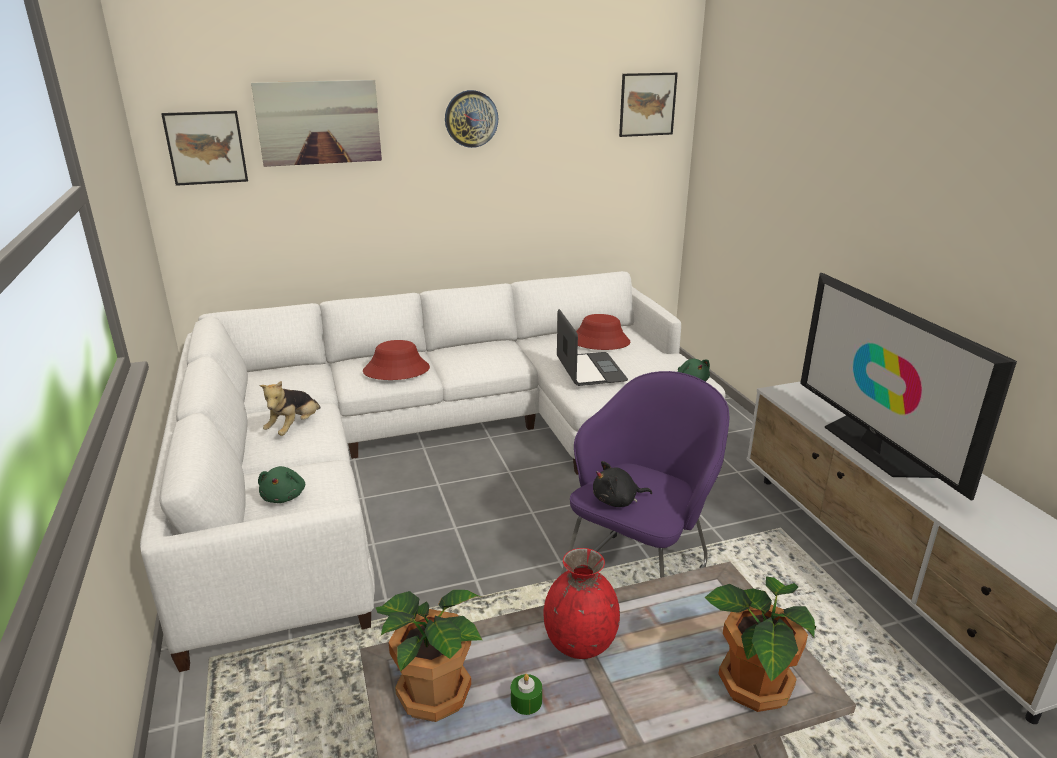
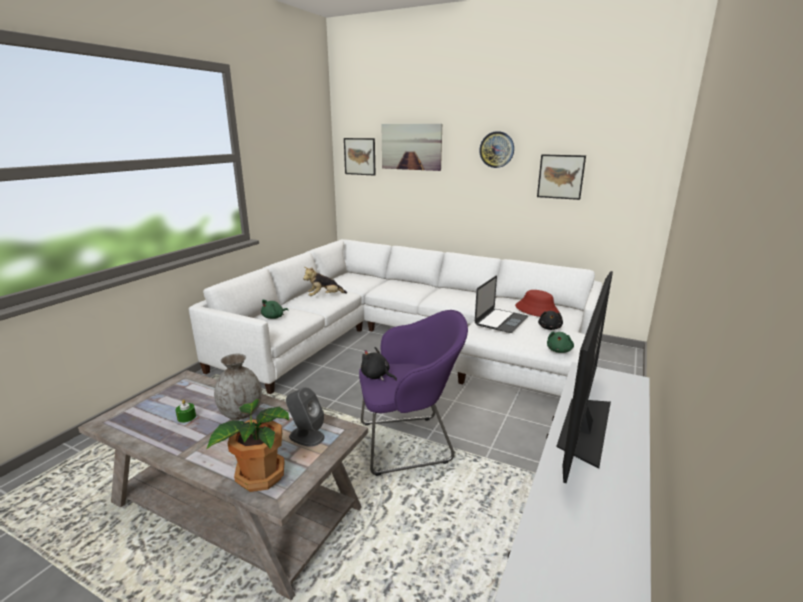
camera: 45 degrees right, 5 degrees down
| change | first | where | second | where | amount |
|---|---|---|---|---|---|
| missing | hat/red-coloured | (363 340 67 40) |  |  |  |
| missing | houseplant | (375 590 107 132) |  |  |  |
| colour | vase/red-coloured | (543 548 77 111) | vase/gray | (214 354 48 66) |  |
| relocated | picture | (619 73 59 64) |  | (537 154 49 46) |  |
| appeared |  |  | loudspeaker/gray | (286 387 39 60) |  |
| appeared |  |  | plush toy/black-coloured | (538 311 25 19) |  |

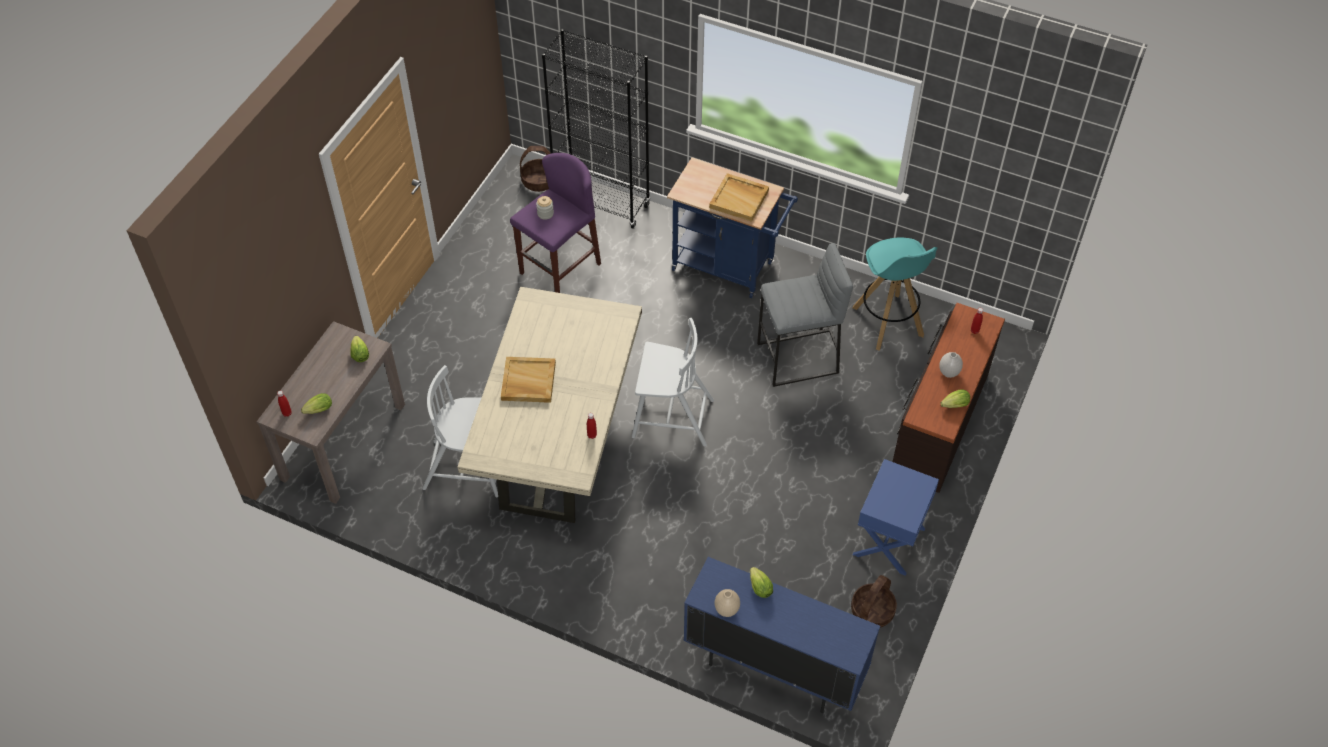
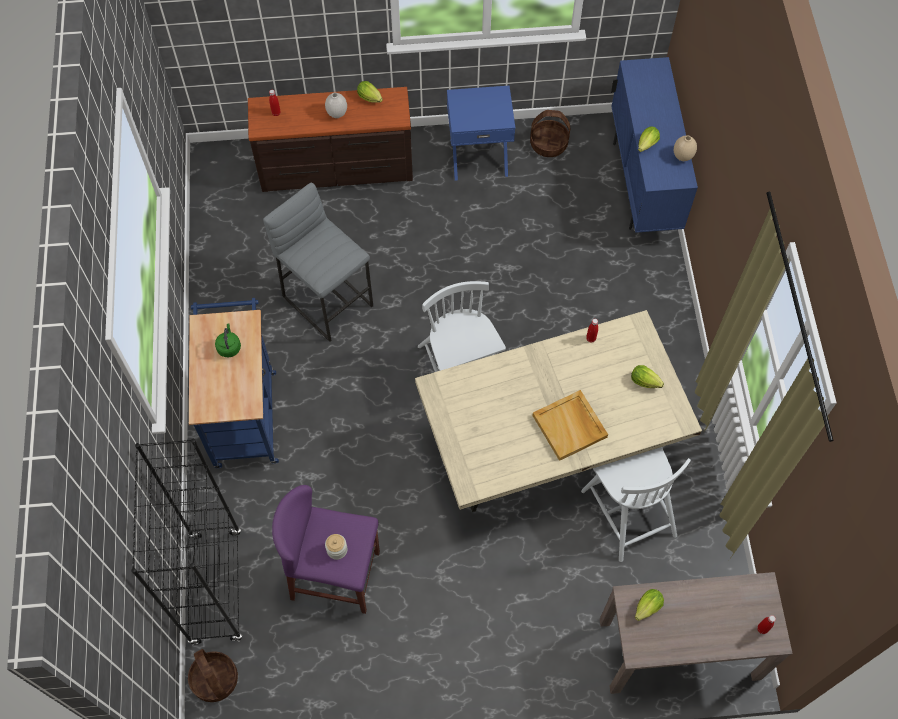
camera: 120 degrees left, 10 degrees up
| change | first | where | second | where | amount |
|---|---|---|---|---|---|
| relocated | head of lettuce | (301 393 31 21) |  | (631 365 33 23) |  |
| exchanged | tray/beige-coloured | (709 173 60 49) | tea kettle/green-coloured | (215 323 26 34) |  |
| missing | sitting stool/turquoise-coloured | (853 238 84 113) |  |  |  |

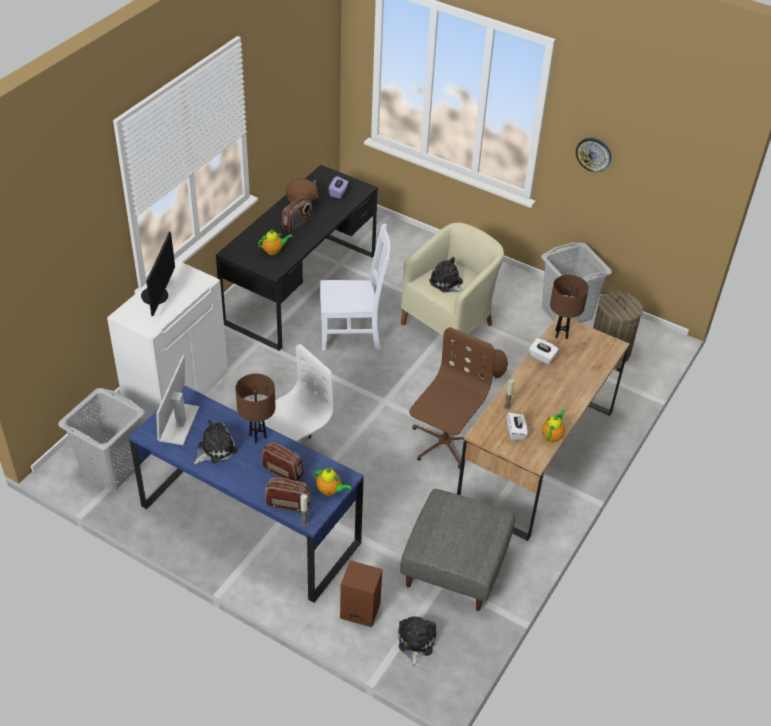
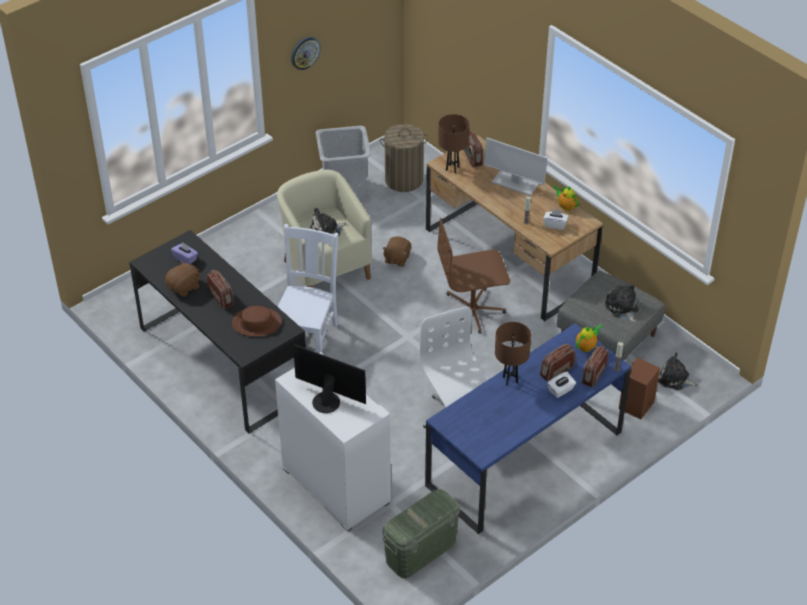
camera: 70 degrees left, 0 degrees up
| change | first | where | second | where | amount |
|---|---|---|---|---|---|
| exchanged | laundry basket/gray | (58 388 87 102) | storage bin/green-coloured | (382 489 78 90) |  |
| relocated | computer display | (156 355 43 90) |  | (484 138 64 58) |  |
| relocated | plush toy | (194 420 44 44) |  | (605 283 34 40) |  |
| exchanged | pot for tea | (258 229 34 26) | hat/brownish | (232 306 50 31) |  |
| spun | desk chair/brownish | (409 327 86 142) |  | (437 218 73 116) | 60 degrees counterclockwise |
| relocated | box of tissues/white | (529 338 30 26) |  | (547 371 29 27) |  |
| appeared |  |  | radio | (464 131 19 36) |  |

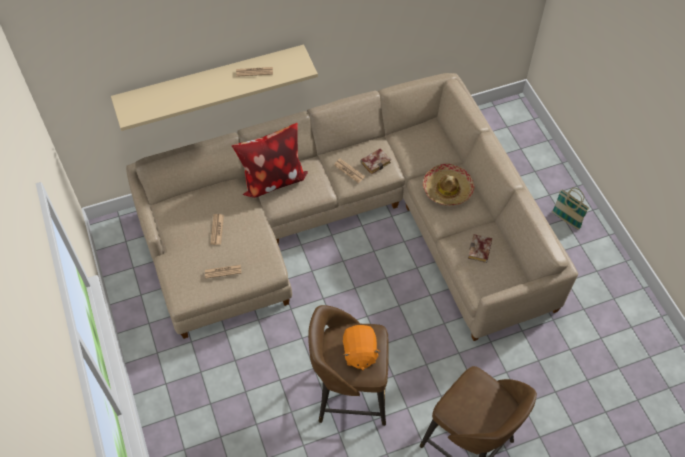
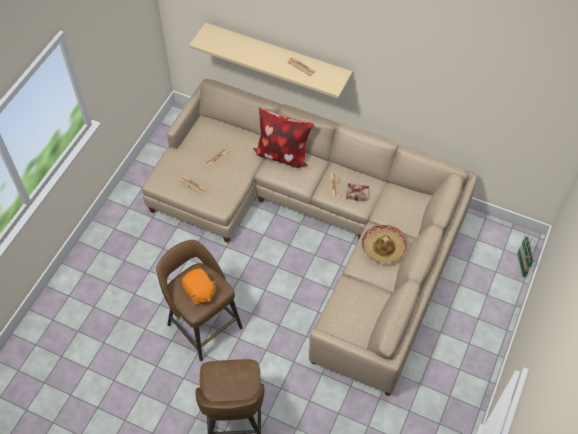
camera: 45 degrees right, 0 degrees up
| change | first | where | second | where | amount |
|---|---|---|---|---|---|
| spun | plush toy/orangey | (343 325 37 45) |  | (182 268 34 37) | 75 degrees counterclockwise |
| missing | volume | (468 234 24 29) |  |  |  |
| relocated | household basket | (552 187 37 43) |  | (517 236 18 41) |  |

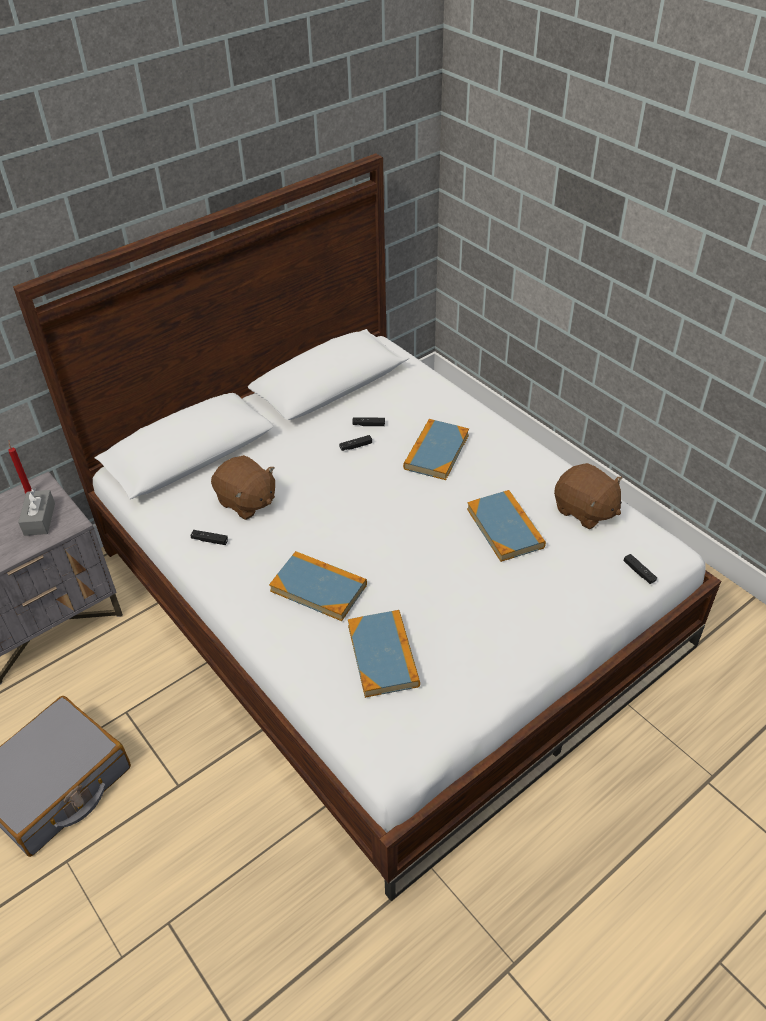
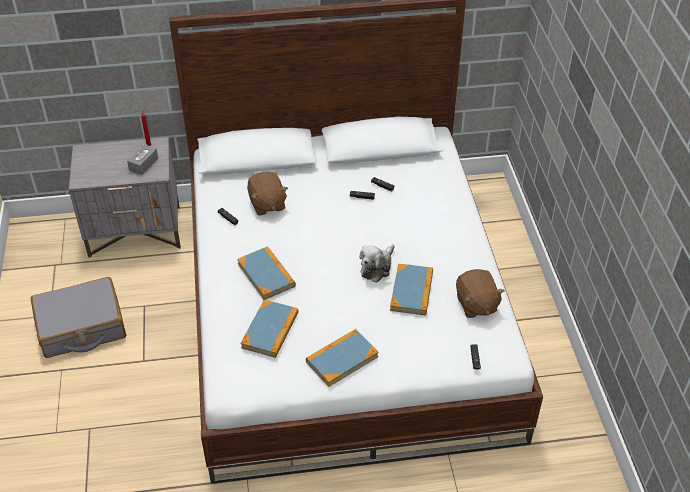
camera: 30 degrees right, 0 degrees up
| change | first | where | second | where | amount |
|---|---|---|---|---|---|
| relocated | volume | (403 419 66 61) |  | (306 329 73 58) |  |
| appeared |  |  | plush toy | (359 244 36 39) |  |

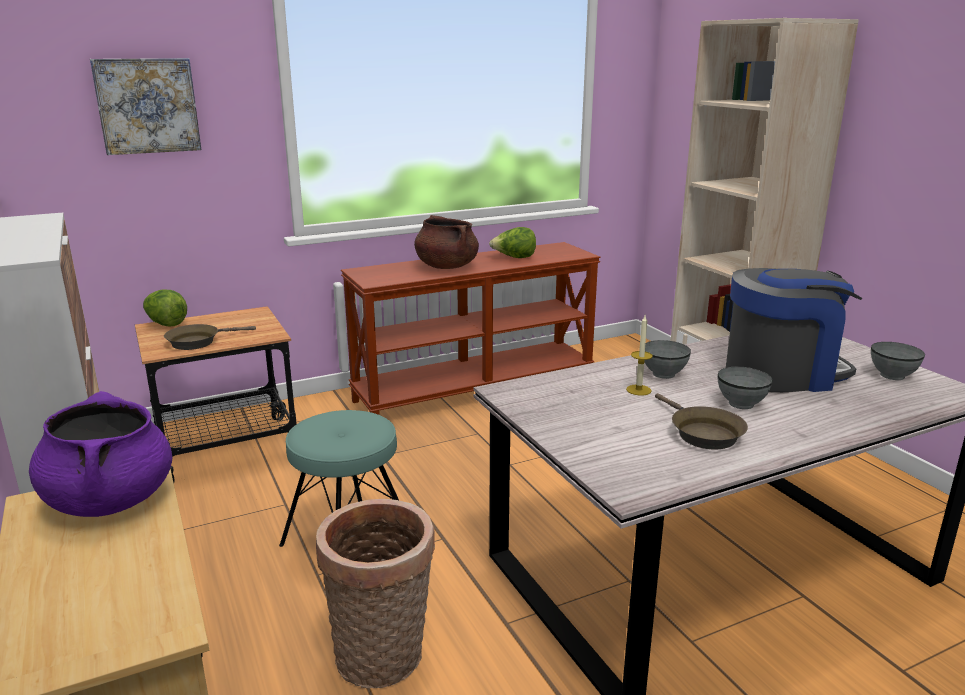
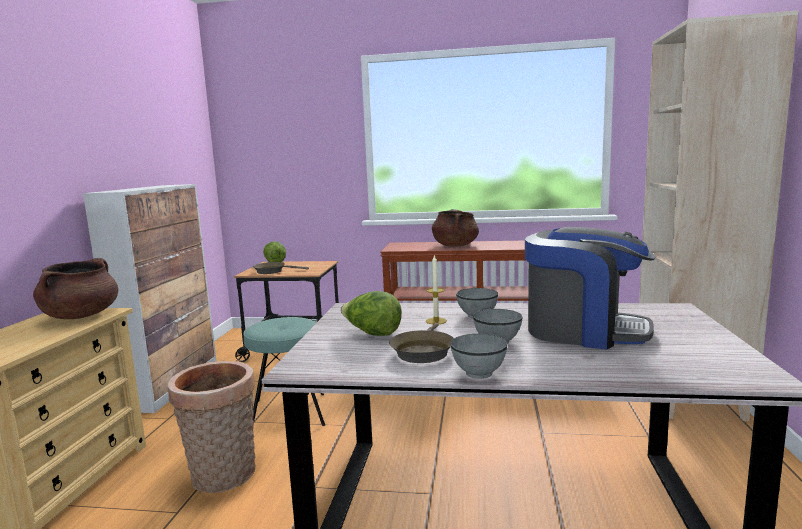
camera: 35 degrees right, 10 degrees down
| change | first | where | second | where | amount |
|---|---|---|---|---|---|
| colour | cooking pot/purple-coloured | (29 391 143 126) | cooking pot/brownish | (33 258 85 61) |  |
| missing | picture | (90 58 111 97) |  |  |  |
| relocated | head of lettuce | (489 227 47 31) |  | (340 291 62 45) |  |
| relocated | deep dish/gray | (871 342 54 38) |  | (450 334 57 45) |  |

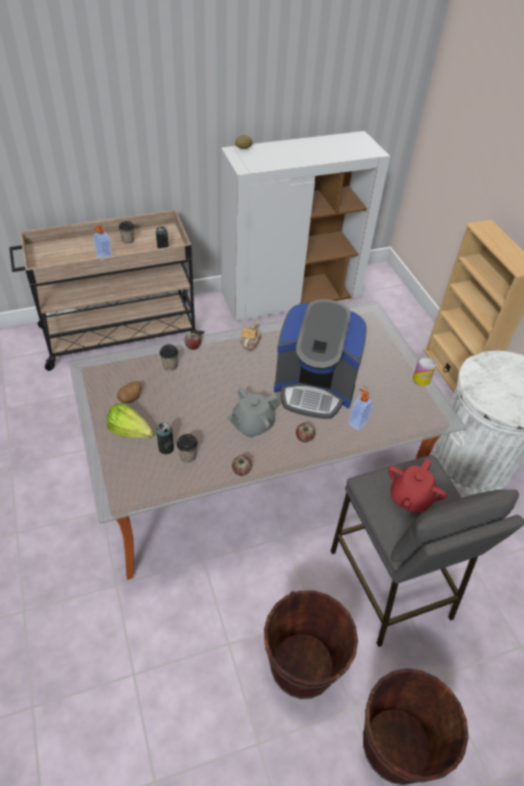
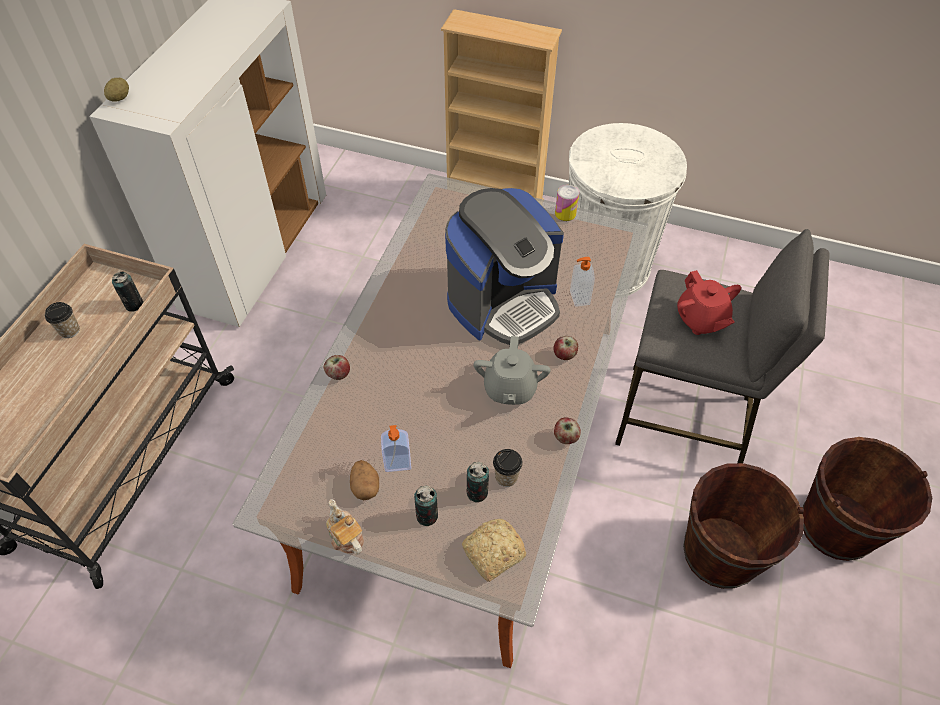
camera: 50 degrees left, 5 degrees up
| change | first | where | second | where | amount |
|---|---|---|---|---|---|
| relocated | soap dispenser | (93 225 19 33) |  | (381 425 30 47) |  |
| exchanged | head of lettuce | (107 403 47 35) | metal can | (414 485 24 41) |  |
| missing | small cup | (160 344 18 27) |  |  |  |
| relocated | pot for tea | (241 320 20 31) |  | (326 499 38 56) |  |
| appeared |  |  | bread | (462 519 64 63) |  |

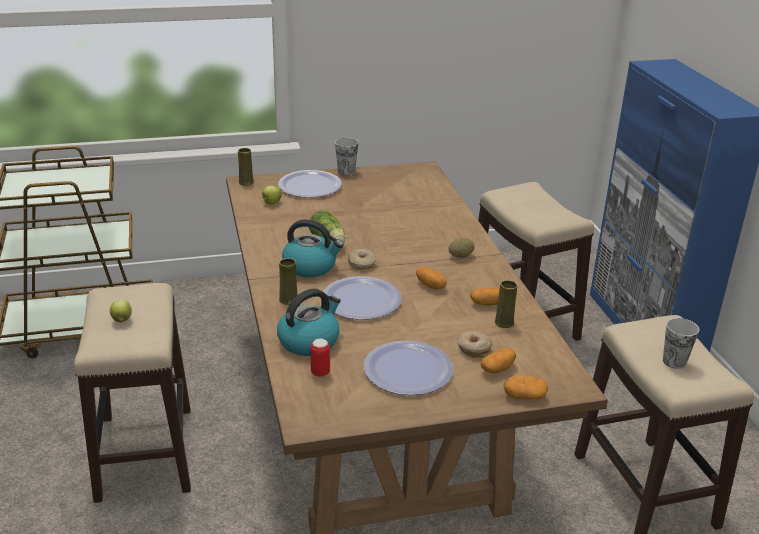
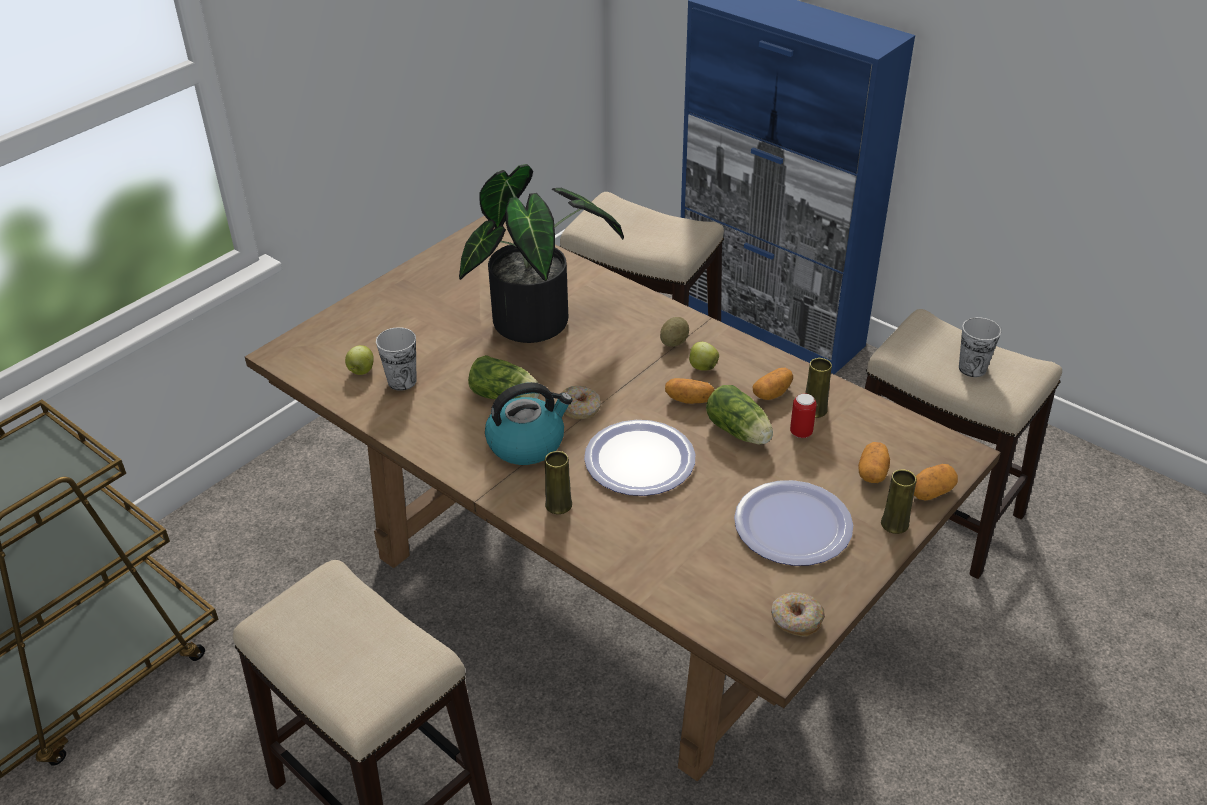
camera: 35 degrees left, 10 degrees up
| change | first | where | second | where | amount |
|---|---|---|---|---|---|
| relocated | whole apple | (110 300 22 22) |  | (689 342 30 29) |  |
| relocated | vase/yellow | (238 148 16 38) |  | (881 469 36 65) |  |
| missing | tea kettle | (277 289 64 67) |  |  |  |
| missing | flat dish | (278 170 64 28) |  |  |  |
| relocated | metal can | (310 339 20 38) |  | (790 393 27 45) |  |
| relocated | small cup | (335 138 24 37) |  | (376 327 40 64) |  |
| relocated | donut | (458 331 34 27) |  | (771 593 54 44) |  |
| appeared |  |  | houseplant | (459 164 165 179) |  |
| appeared |  |  | head of lettuce | (706 385 67 59) |  |

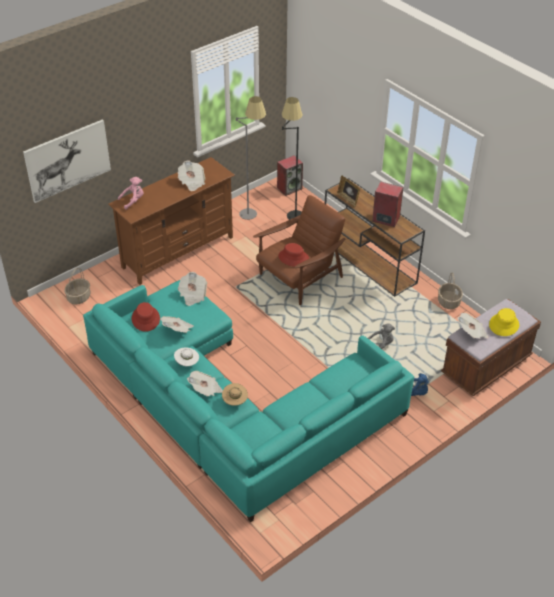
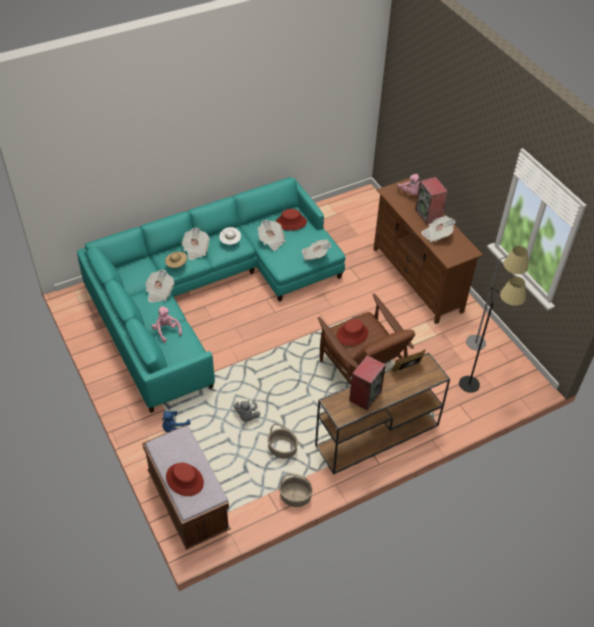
camera: 100 degrees right, 5 degrees up
| change | first | where | second | where | amount |
|---|---|---|---|---|---|
| missing | picture | (23 120 88 83) |  |  |  |
| relocated | household basket | (64 268 26 37) |  | (267 423 31 36) |  |
| relocated | loudspeaker | (277 156 26 40) |  | (415 177 33 48) |  |
| relocated | daily paper | (457 313 32 26) |  | (145 270 29 33) |  |
| colour | hat/yellow | (489 308 30 28) | hat/red-coloured | (166 463 38 33) |  |
| appeared |  |  | plush toy/pinkish | (152 306 30 37) |  |

